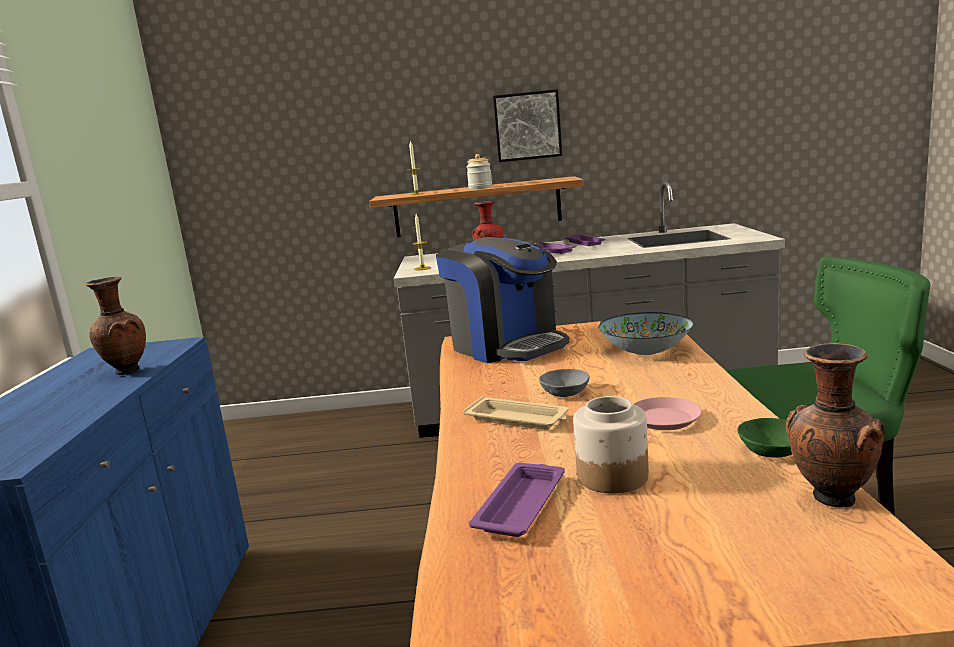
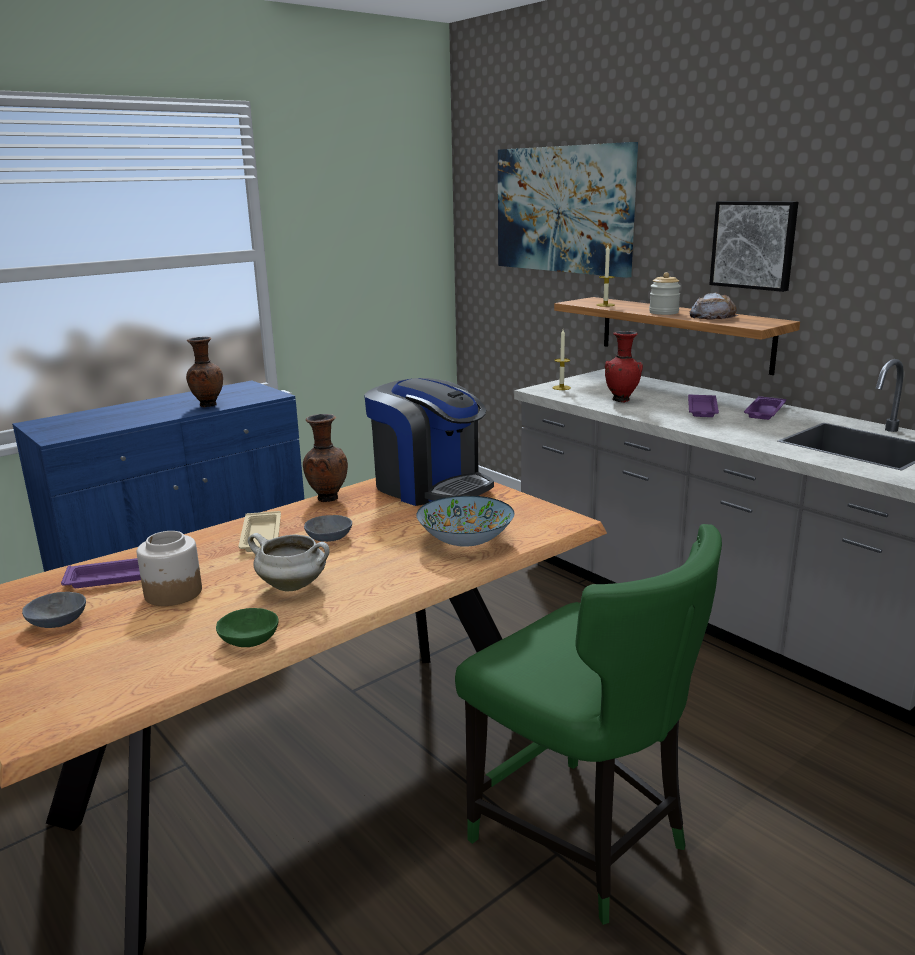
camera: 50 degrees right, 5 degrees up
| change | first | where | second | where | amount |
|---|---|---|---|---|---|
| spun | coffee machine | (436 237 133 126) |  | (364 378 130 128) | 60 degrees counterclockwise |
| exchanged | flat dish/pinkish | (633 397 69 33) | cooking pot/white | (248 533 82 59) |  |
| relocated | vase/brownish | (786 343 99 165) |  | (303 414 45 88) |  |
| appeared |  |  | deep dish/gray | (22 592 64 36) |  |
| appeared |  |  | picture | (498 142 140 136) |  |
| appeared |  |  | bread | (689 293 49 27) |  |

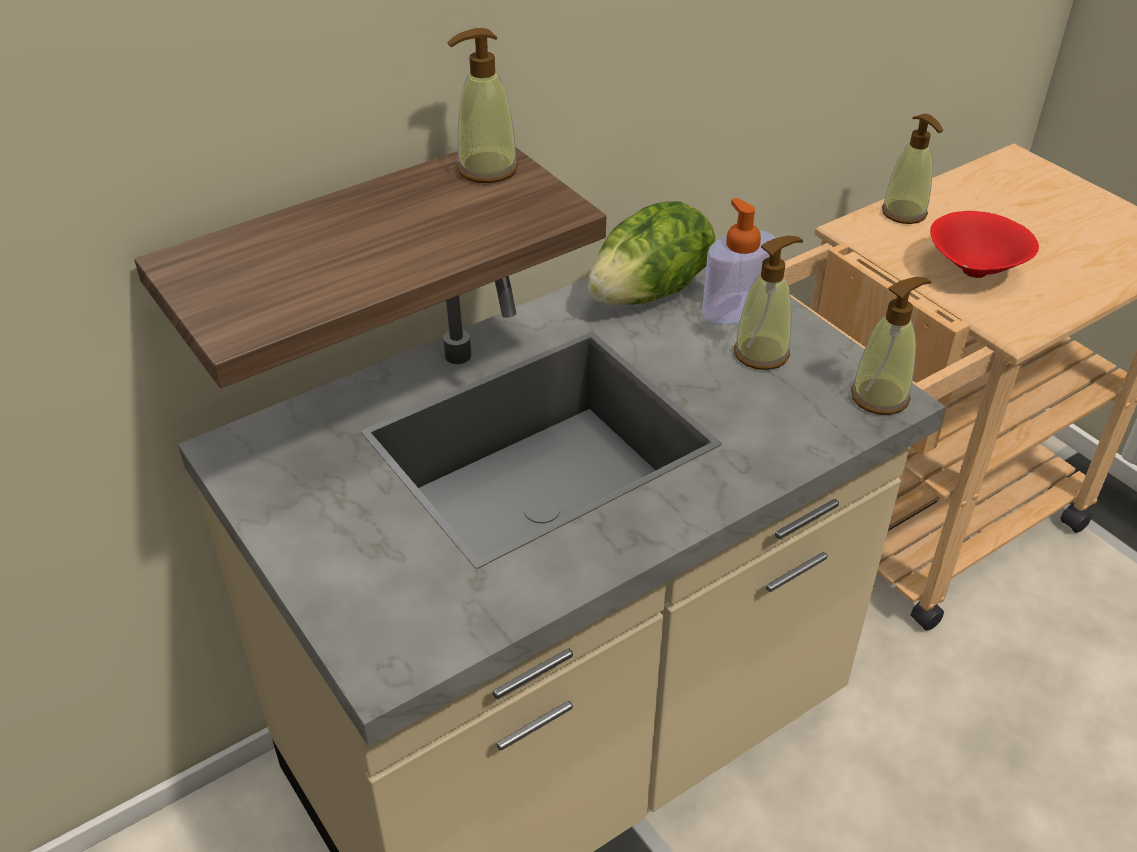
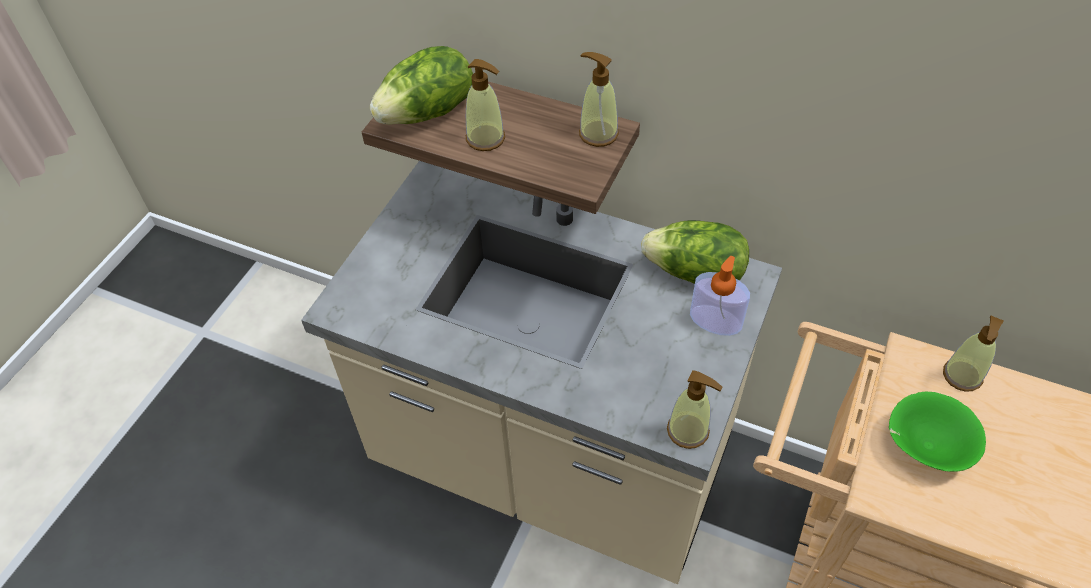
camera: 60 degrees right, 10 degrees up
| change | first | where | second | where | amount |
|---|---|---|---|---|---|
| relocated | soap dispenser | (734 236 70 134) |  | (466 59 39 92) |  |
| colour | deep dish/red-coloured | (930 211 109 67) | deep dish/green-coloured | (889 392 97 80) |  |
| appeared |  |  | head of lettuce | (370 46 103 79) |  |

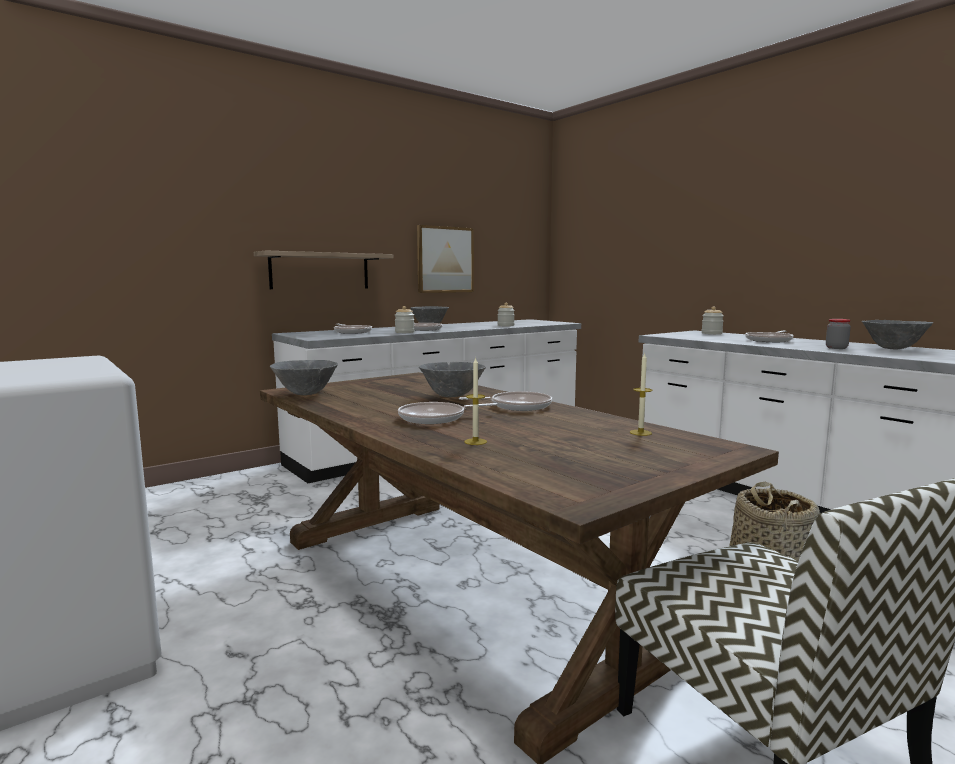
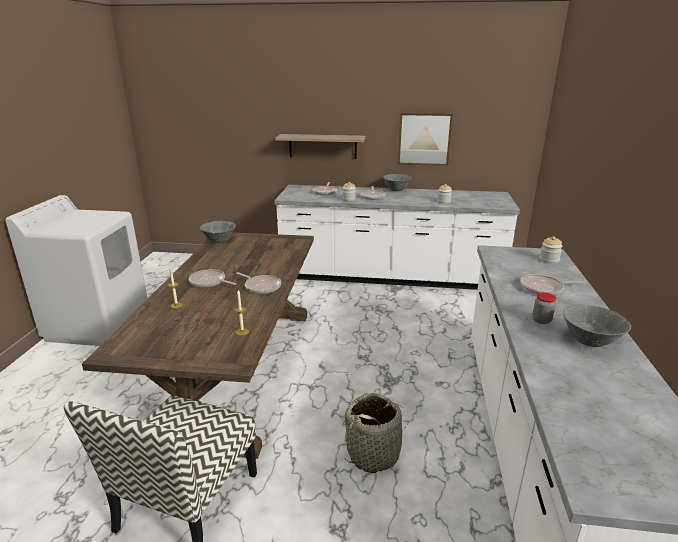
camera: 45 degrees right, 15 degrees up
| change | first | where | second | where | amount |
|---|---|---|---|---|---|
| missing | deep dish/gray | (419 362 67 35) |  |  |  |

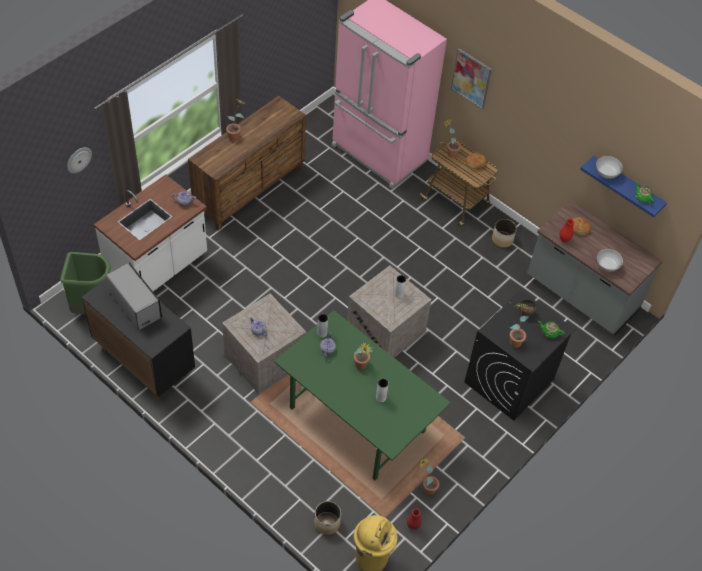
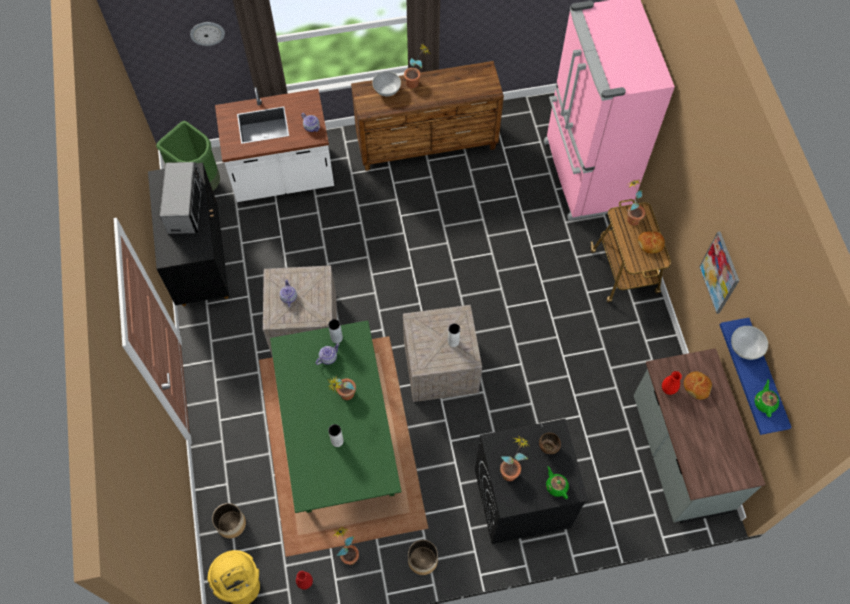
camera: 40 degrees right, 10 degrees up
| change | first | where | second | where | amount |
|---|---|---|---|---|---|
| relocated | picture | (451 48 41 61) |  | (699 232 41 82) |  |
| relocated | flower pot | (492 219 25 29) |  | (408 540 30 35) |  |
| relocated | deep dish/white | (597 249 26 23) |  | (372 71 29 26) |  |

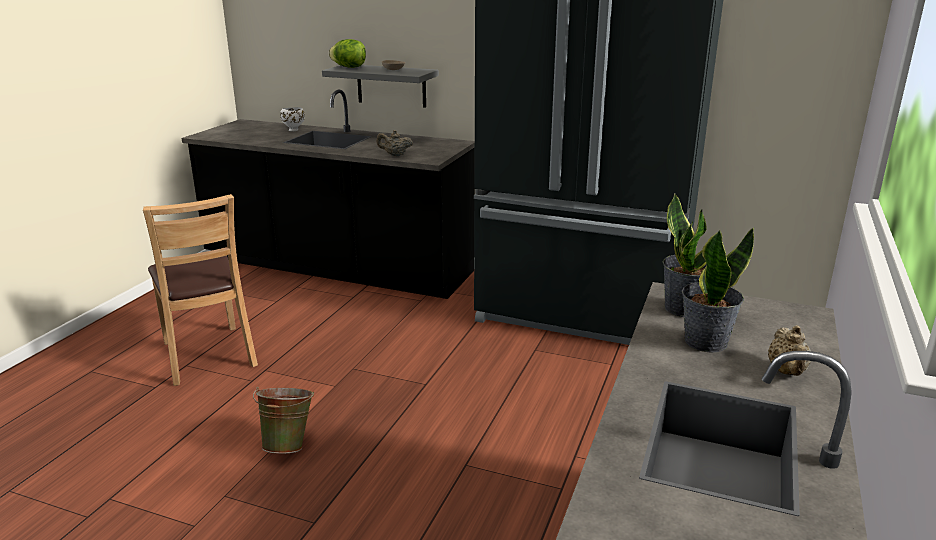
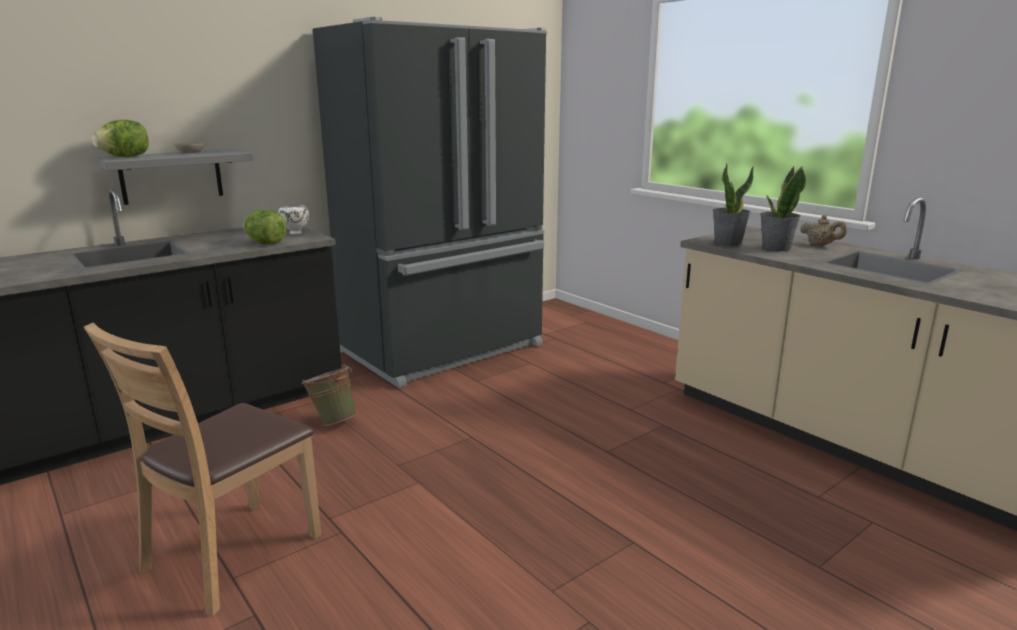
camera: 60 degrees left, 5 degrees down
| change | first | where | second | where | amount |
|---|---|---|---|---|---|
| spun | upright chair/brownish | (143 194 115 192) |  | (84 323 237 293) | 120 degrees clockwise |
| relocated | water bucket/green-coloured | (253 387 61 67) |  | (302 364 55 62) |  |
| relocated | deep dish/white | (280 107 25 24) |  | (278 205 31 30) |  |
| exchanged | pot for tea/beige-coloured | (376 130 37 26) | head of lettuce | (243 210 43 34) |  |

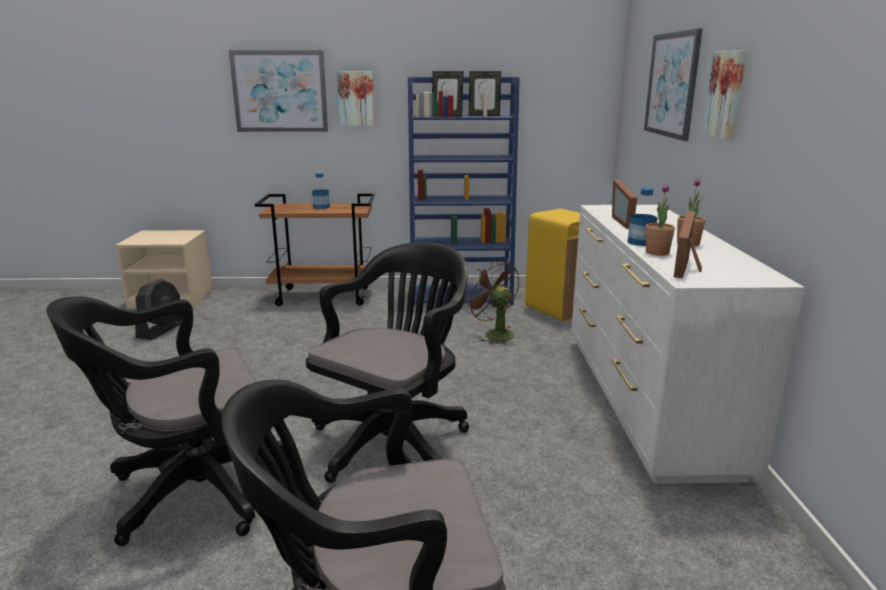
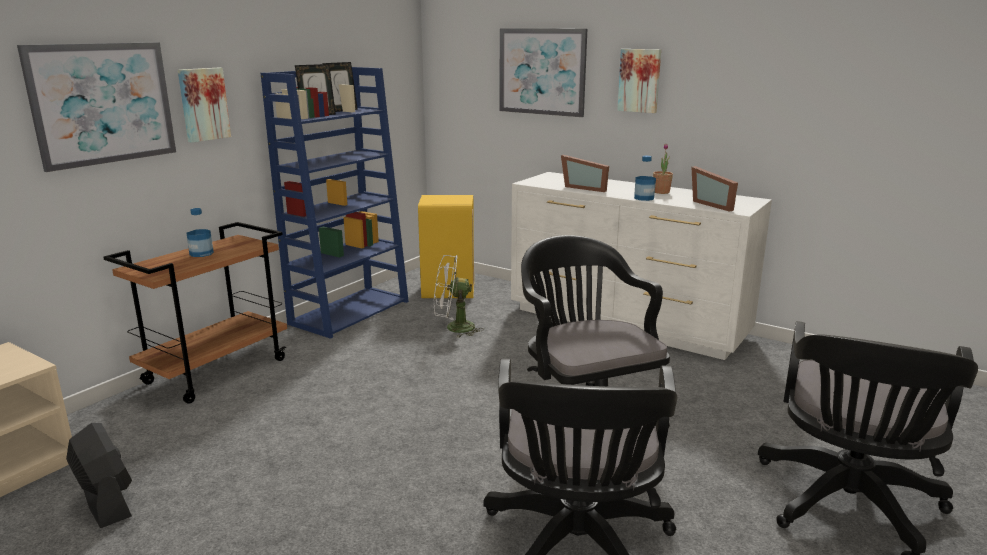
camera: 55 degrees left, 0 degrees up
| change | first | where | second | where | amount |
|---|---|---|---|---|---|
| colour | cooling fan/brownish | (464 260 55 85) | cooling fan/white | (434 255 50 83) |  |
| missing | houseplant | (646 184 29 72) |  |  |  |

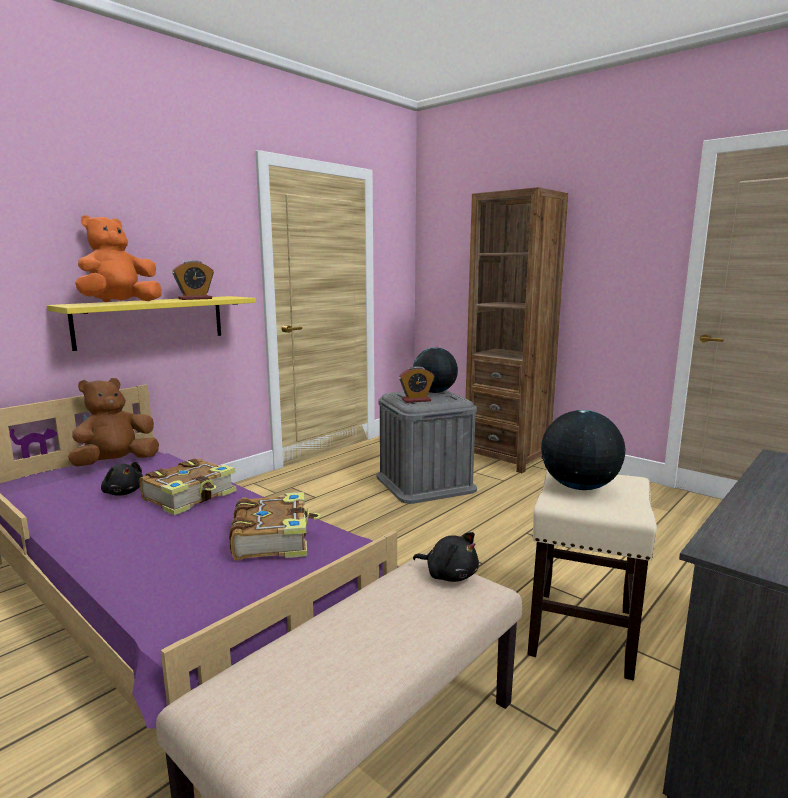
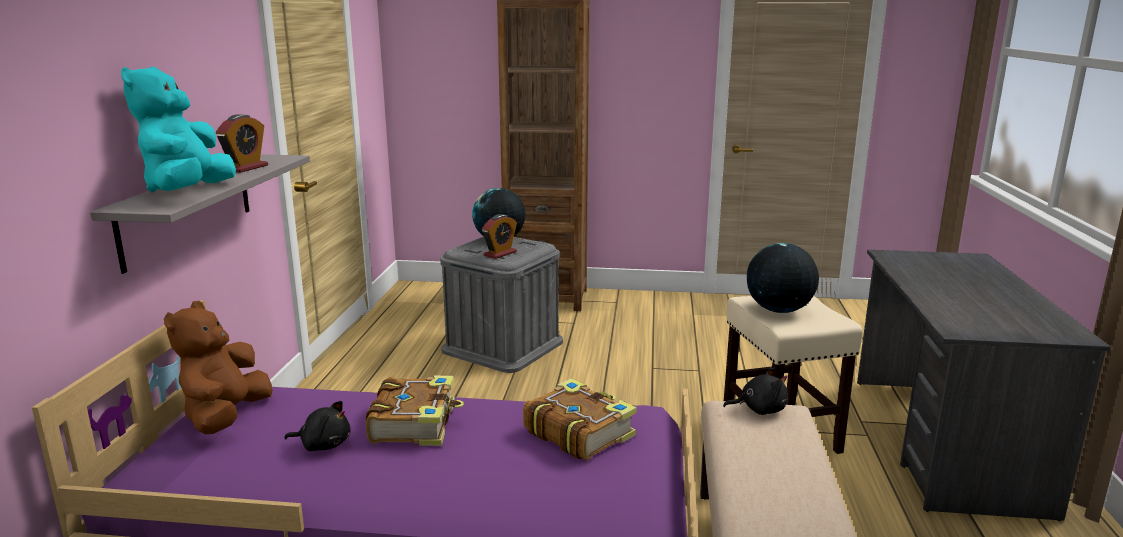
camera: 35 degrees left, 5 degrees up
| change | first | where | second | where | amount |
|---|---|---|---|---|---|
| colour | wall shelf/yellow | (47 296 209 55) | wall shelf/gray | (90 154 220 120) |  |
| colour | plush toy/orangey | (75 215 87 87) | plush toy/turquoise-coloured | (121 67 115 125) |  |

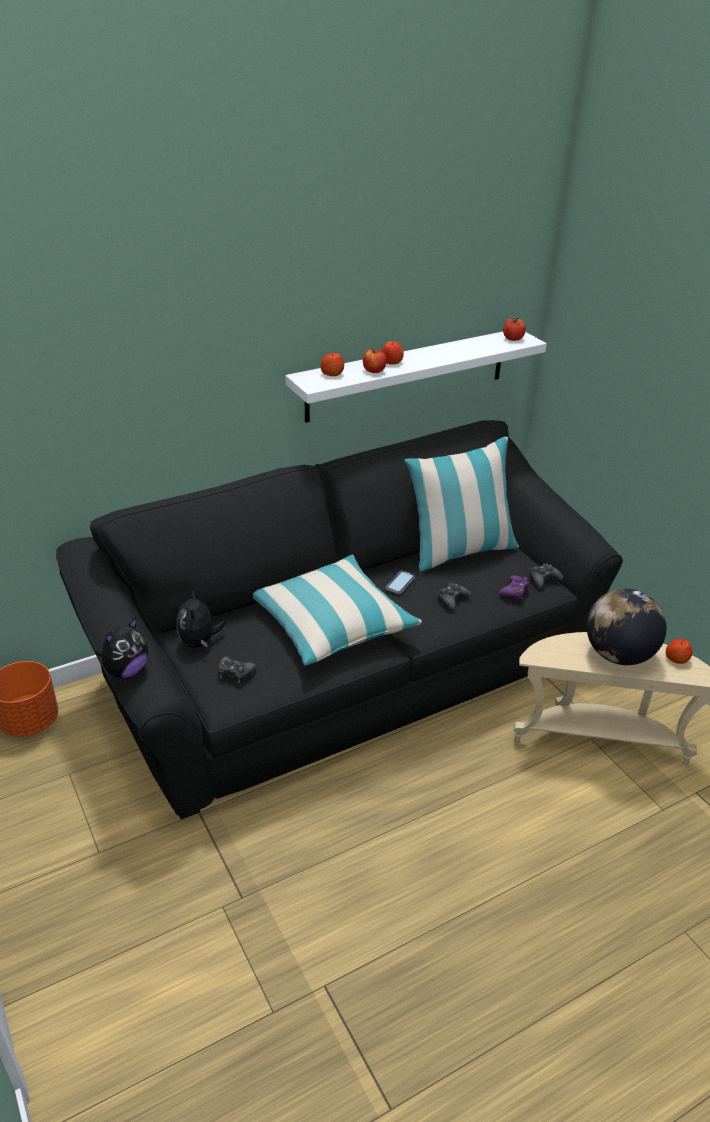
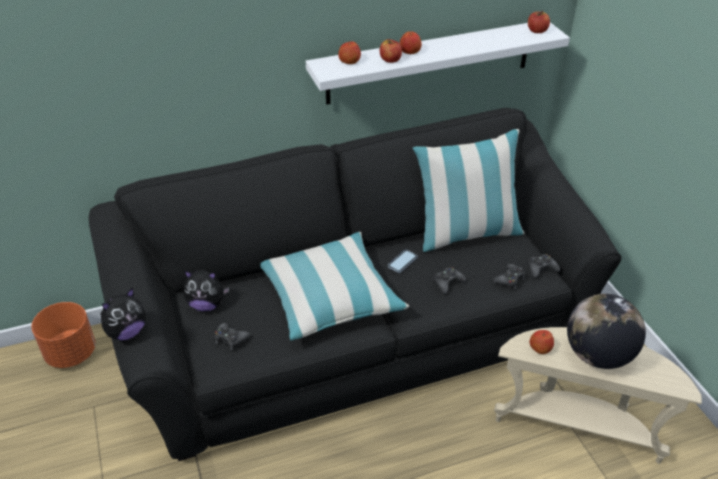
camera: 10 degrees right, 5 degrees up
| change | first | where | second | where | amount |
|---|---|---|---|---|---|
| spun | plush toy | (176 590 50 58) |  | (184 270 45 41) | 90 degrees counterclockwise |
| colour | gamepad/purple-coloured | (499 575 31 25) | gamepad/black-coloured | (493 264 32 25) |  |
| relocated | whole apple | (666 639 26 25) |  | (530 330 24 24) |  |

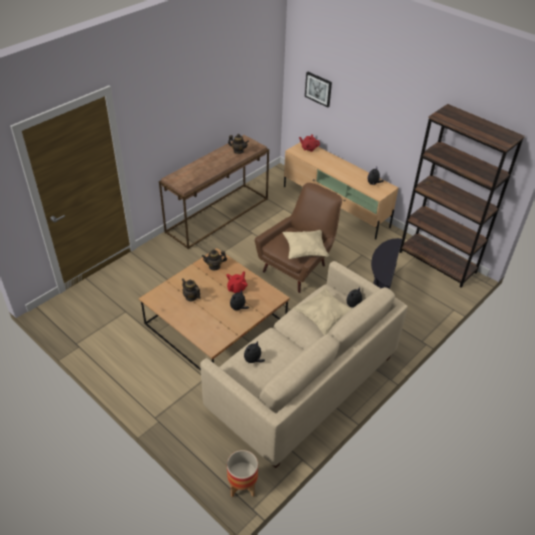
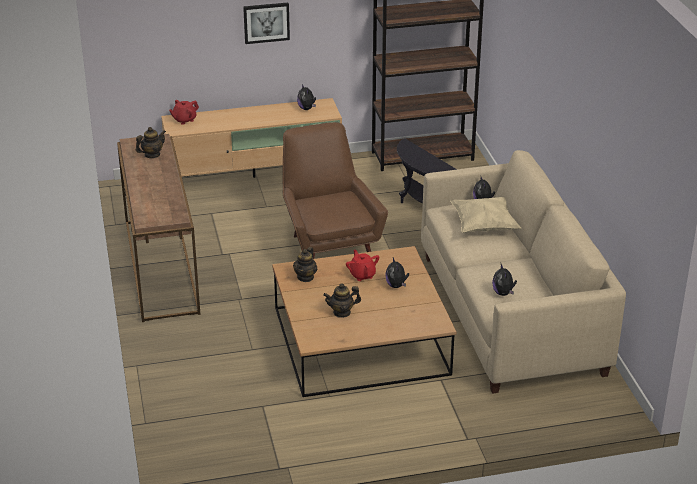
camera: 55 degrees left, 10 degrees down
| change | first | where | second | where | amount |
|---|---|---|---|---|---|
| missing | flower pot | (227 450 31 47) |  |  |  |
| missing | throw pillow/beige-coloured | (282 230 47 29) |  |  |  |
| relocated | picture | (305 72 27 36) |  | (243 3 47 41) |  |

